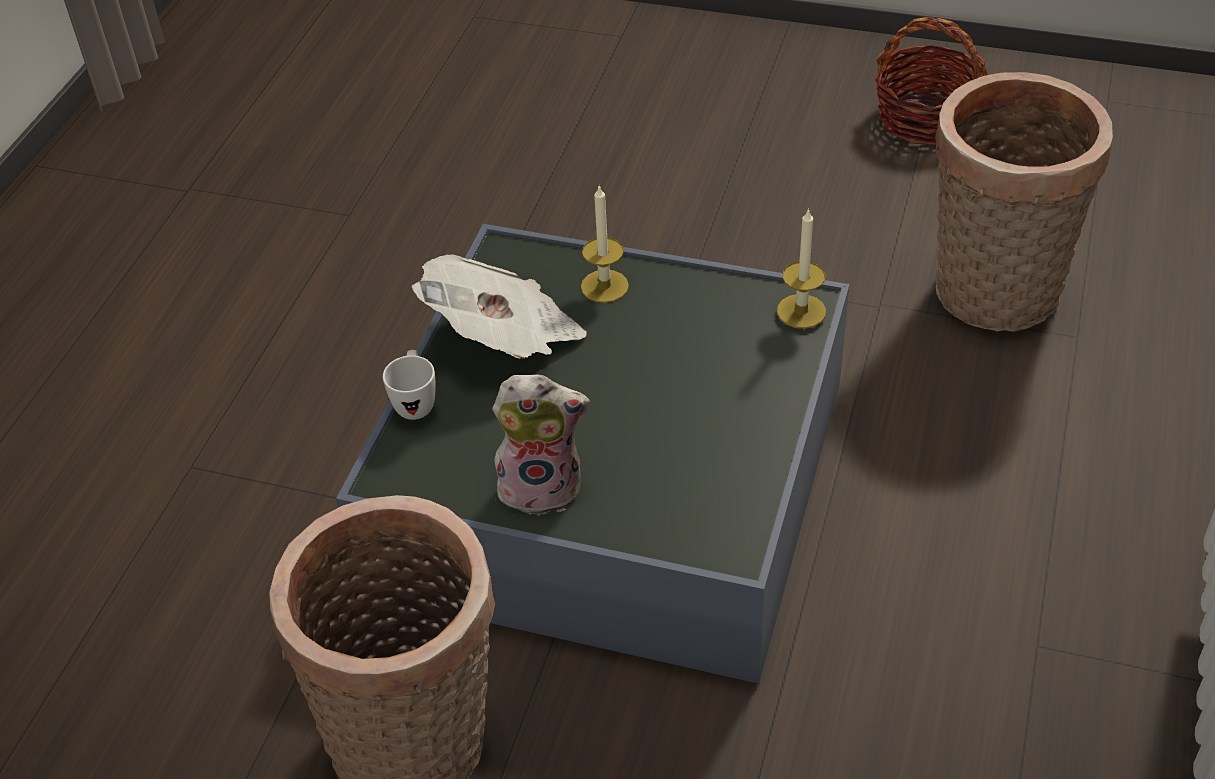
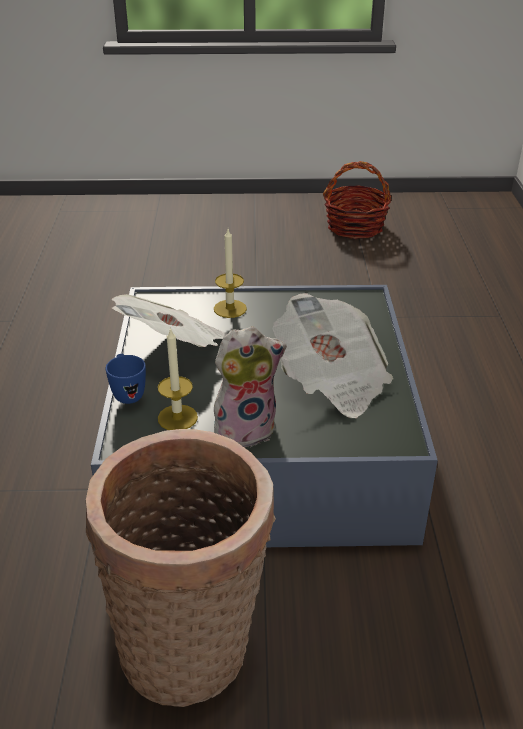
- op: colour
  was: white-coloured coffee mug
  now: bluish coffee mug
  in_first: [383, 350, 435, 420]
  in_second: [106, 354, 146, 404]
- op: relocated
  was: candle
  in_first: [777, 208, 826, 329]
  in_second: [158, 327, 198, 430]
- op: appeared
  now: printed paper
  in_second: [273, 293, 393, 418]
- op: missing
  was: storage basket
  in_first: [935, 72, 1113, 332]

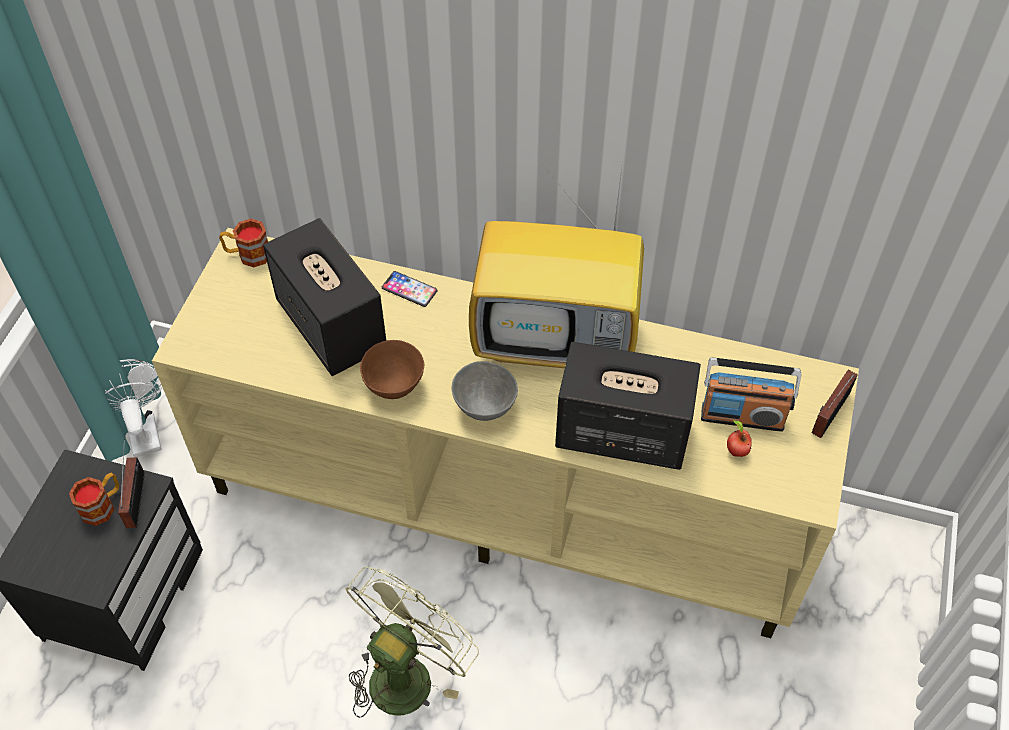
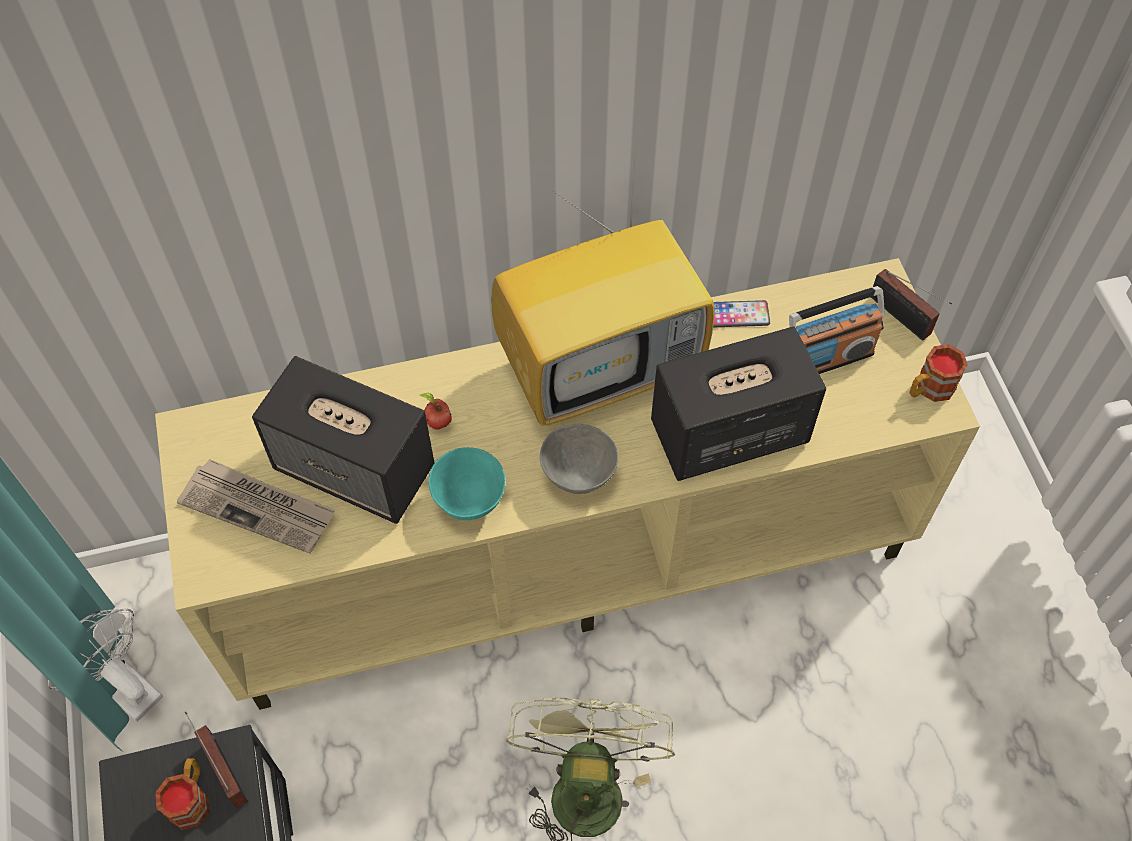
- op: appeared
  now: printed paper
  in_second: [177, 459, 335, 554]
- op: relocated
  was: apple fruit
  in_first: [727, 420, 752, 457]
  in_second: [420, 393, 452, 430]
- op: colour
  was: brown deep dish
  now: turquoise-coloured deep dish
  in_first: [360, 340, 424, 399]
  in_second: [428, 447, 505, 520]
- op: relocated
  was: phone
  in_first: [382, 271, 438, 307]
  in_second: [713, 300, 770, 327]
- op: spun
  was: radio set
  in_first: [811, 370, 858, 438]
  in_second: [871, 269, 952, 340]
  clockwise: -45
- op: relocated
  was: coffee mug
  in_first: [219, 219, 268, 267]
  in_second: [909, 344, 968, 402]

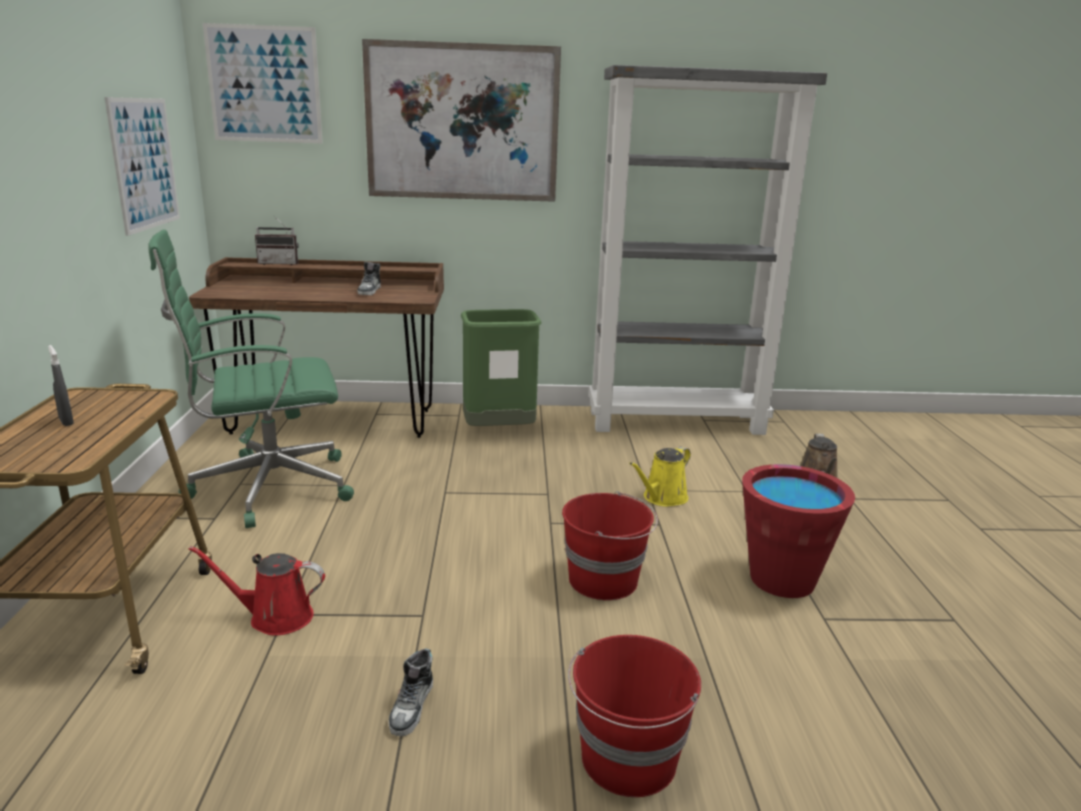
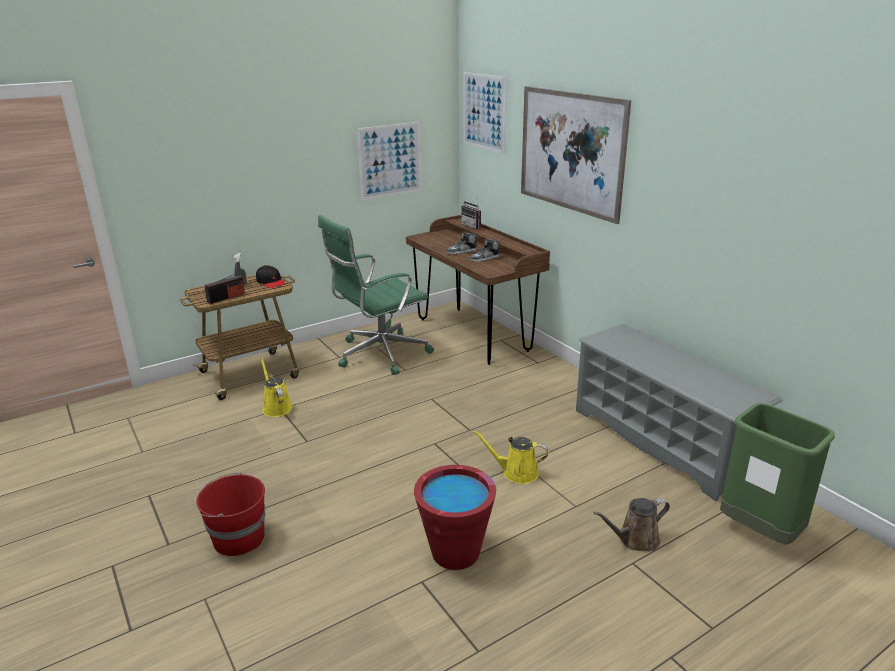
- op: appeared
  now: radio set
  in_second: [205, 273, 245, 304]
- op: appeared
  now: blackish cap
  in_second: [256, 265, 285, 288]
- op: colour
  was: red-coloured watering can
  now: yellow watering can
  in_first: [189, 546, 325, 635]
  in_second: [261, 359, 293, 417]
- op: spun
  was: greenish desk chair
  in_first: [148, 229, 354, 528]
  in_second: [318, 215, 434, 375]
  clockwise: -75
- op: relocated
  was: item of footwear
  in_first: [389, 648, 433, 736]
  in_second: [447, 233, 477, 254]
- op: exchanged
  was: gray bookshelf
  now: gray shoe shelf
  in_first: [589, 65, 827, 435]
  in_second: [576, 324, 783, 501]
- op: relocated
  was: greenish trash can
  in_first: [461, 309, 542, 426]
  in_second: [720, 403, 835, 545]
- op: missing
  was: red-coloured pail
  in_first: [562, 491, 658, 600]

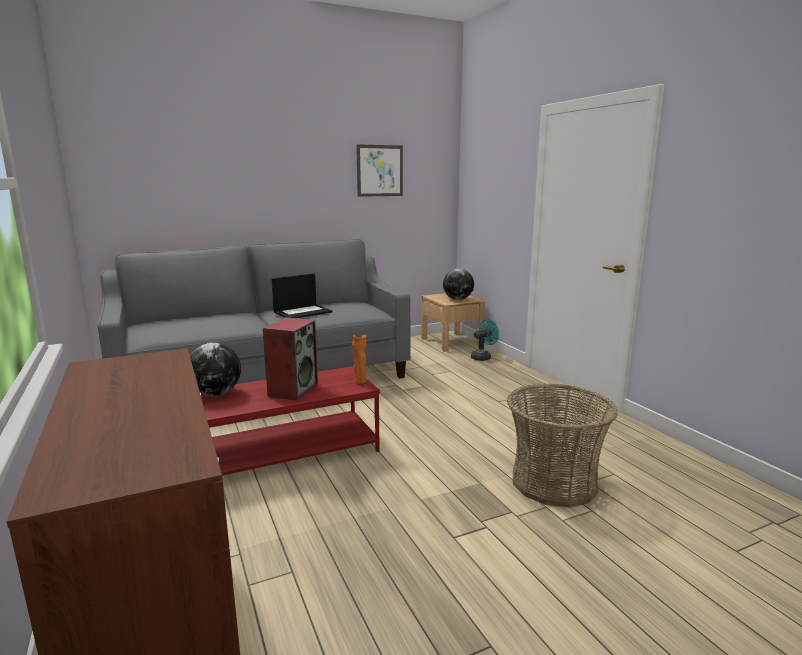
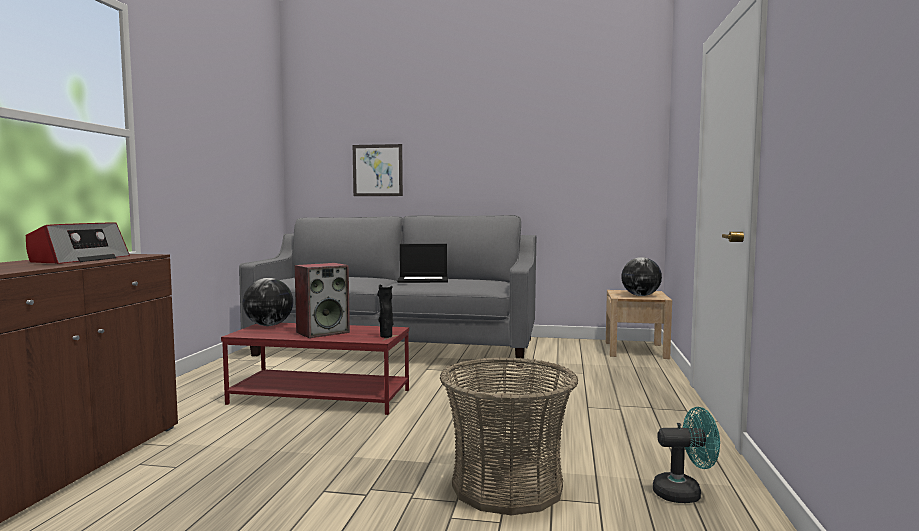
- op: appeared
  now: radio set
  in_second: [26, 223, 130, 264]
- op: relocated
  was: wall art
  in_first: [356, 144, 403, 197]
  in_second: [353, 144, 403, 196]
- op: colour
  was: orangey vase
  now: blackish vase
  in_first: [352, 335, 366, 384]
  in_second: [377, 285, 393, 338]
- op: relocated
  was: turquoise-coloured electric fan
  in_first: [471, 319, 499, 361]
  in_second: [653, 407, 720, 503]

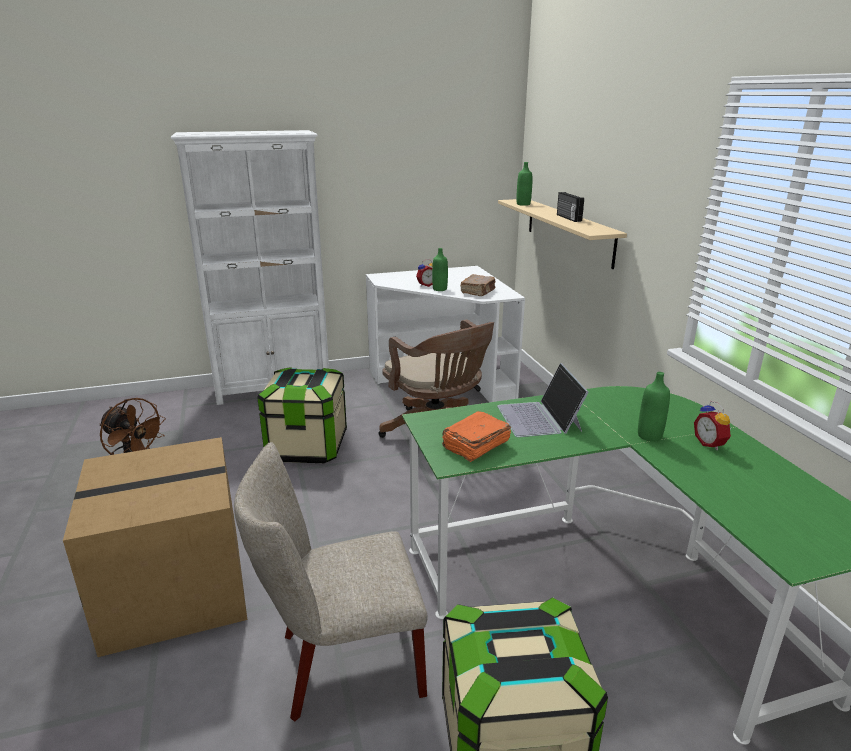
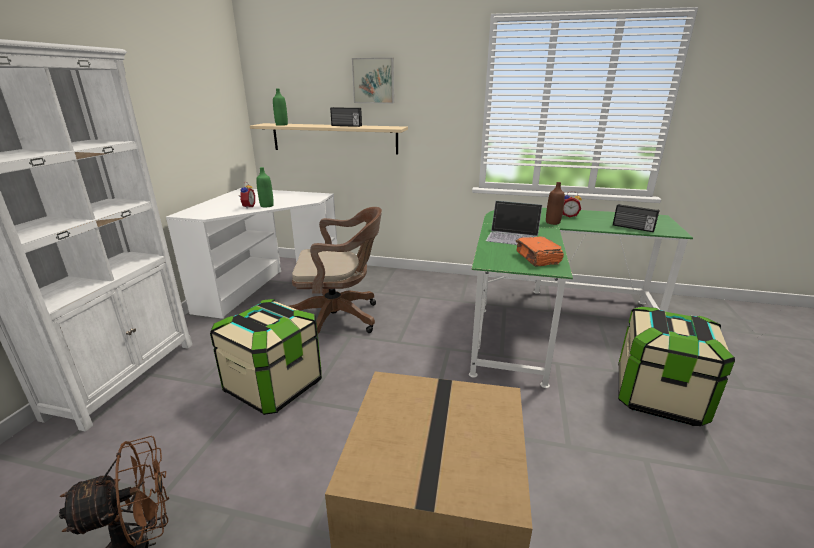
- op: appeared
  now: wall art
  in_second: [352, 58, 394, 104]
- op: colour
  was: greenish beverage bottle
  now: brown beverage bottle
  in_first: [638, 372, 670, 442]
  in_second: [546, 182, 565, 225]
- op: appeared
  now: radio set
  in_second: [613, 204, 660, 232]
- op: missing
  was: sand-coloured upright chair
  in_first: [234, 442, 428, 722]
- op: missing
  was: brown book
  in_first: [460, 274, 496, 296]

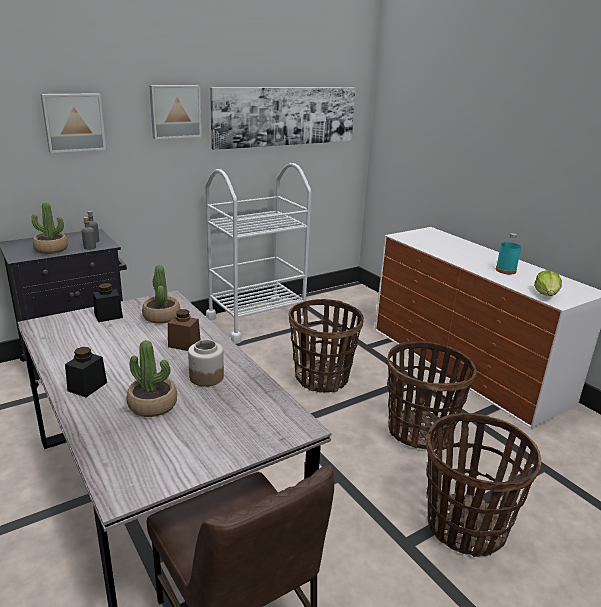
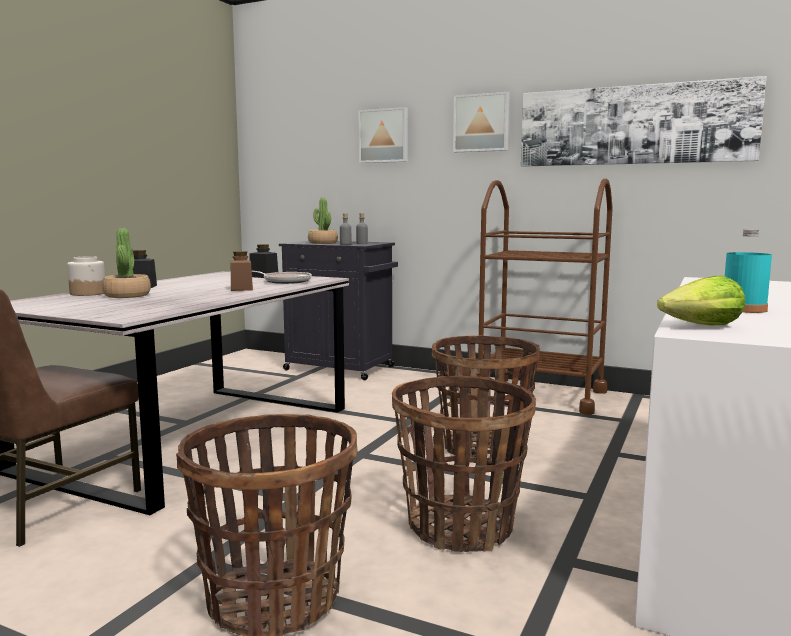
- op: relocated
  was: preserve jar
  in_first: [188, 340, 224, 386]
  in_second: [67, 256, 105, 296]
- op: exchanged
  was: plant in a pot
  now: skillet
  in_first: [142, 265, 180, 324]
  in_second: [252, 271, 312, 284]
- op: colour
  was: white-coloured trolley
  now: brown trolley
  in_first: [205, 163, 311, 344]
  in_second: [477, 178, 613, 415]

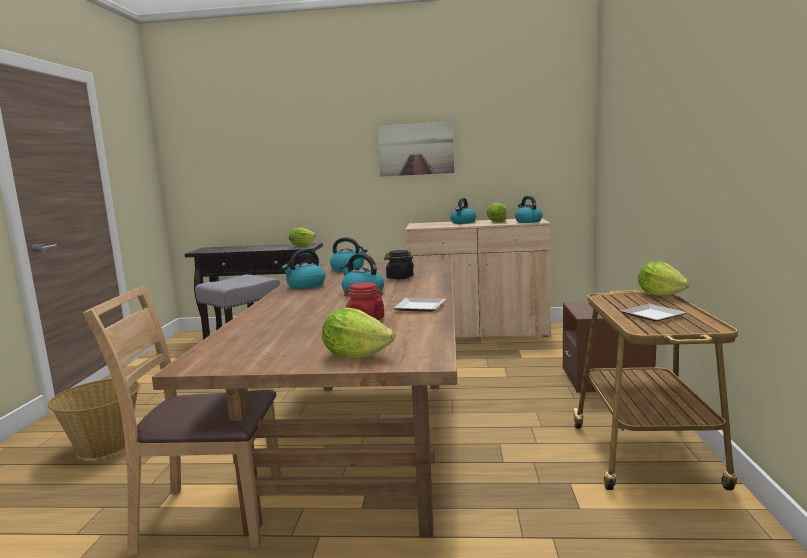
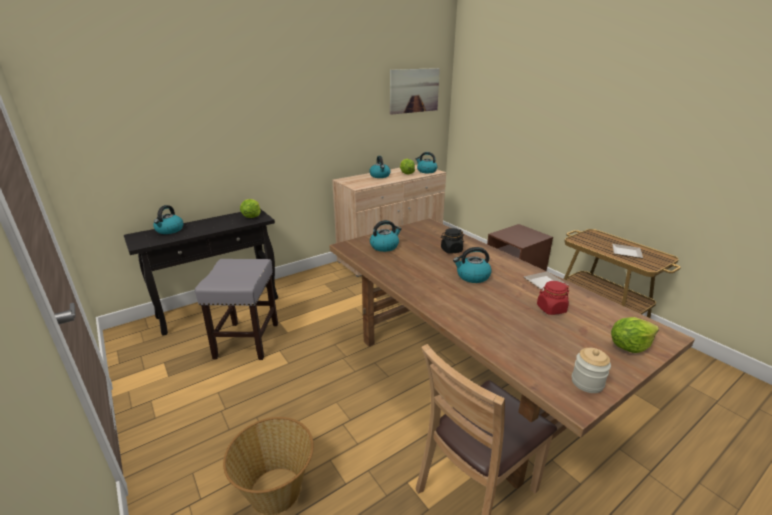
- op: relocated
  was: kettle
  in_first: [282, 249, 325, 289]
  in_second: [153, 205, 184, 234]
- op: relocated
  was: wall art
  in_first: [377, 121, 454, 177]
  in_second: [390, 68, 440, 115]
- op: appeared
  now: preserve jar
  in_second: [572, 348, 611, 393]
- op: missing
  was: lettuce head
  in_first: [638, 261, 690, 296]

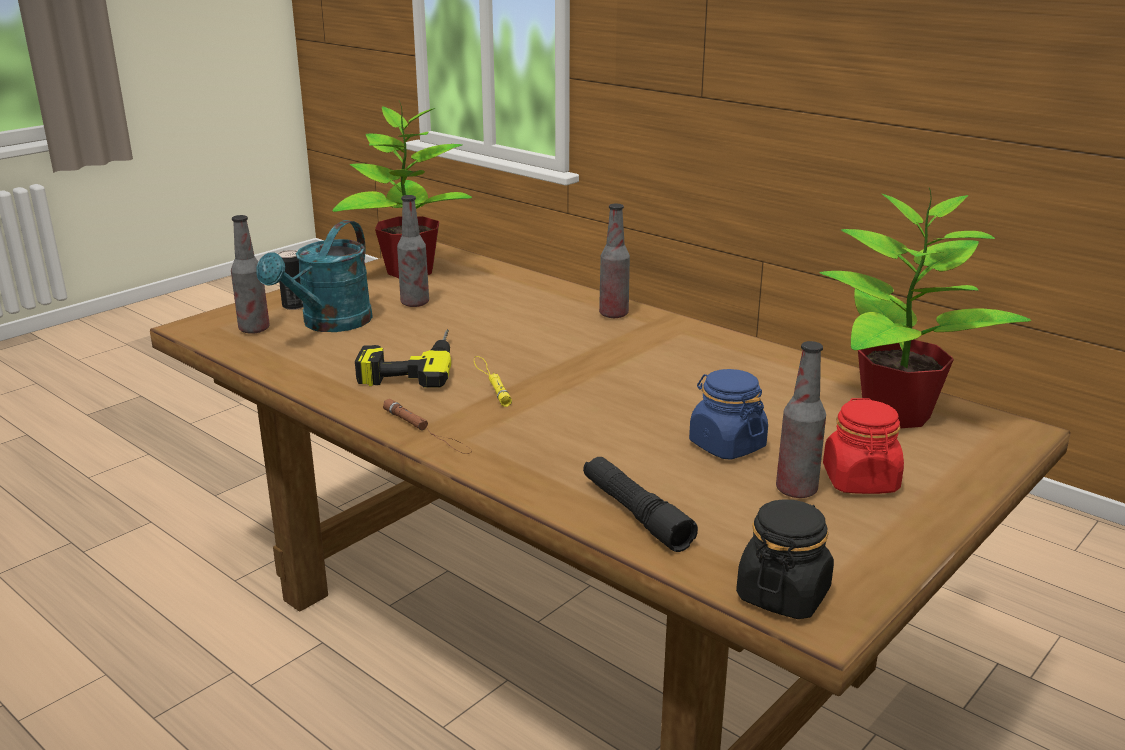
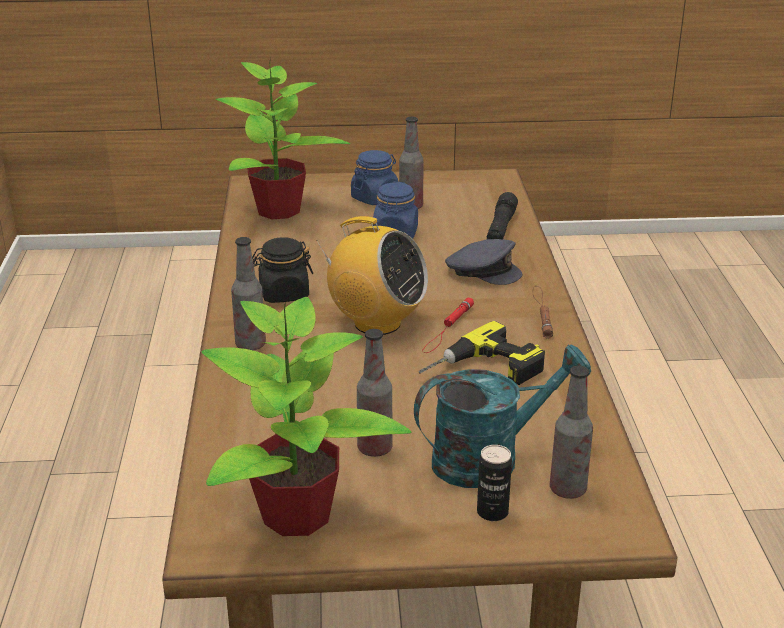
- op: relocated
  was: blackish preserve jar
  in_first: [736, 499, 834, 619]
  in_second: [252, 237, 313, 303]
- op: appeared
  now: radio set
  in_second: [316, 216, 428, 335]
- op: colour
  was: red-coloured preserve jar
  now: bluish preserve jar
  in_first: [823, 398, 904, 494]
  in_second: [351, 150, 398, 205]
- op: colour
  was: yellow flashlight
  now: red-coloured flashlight
  in_first: [474, 356, 512, 407]
  in_second: [422, 297, 474, 353]
- op: appeared
  now: gray cap
  in_second: [445, 239, 522, 285]

